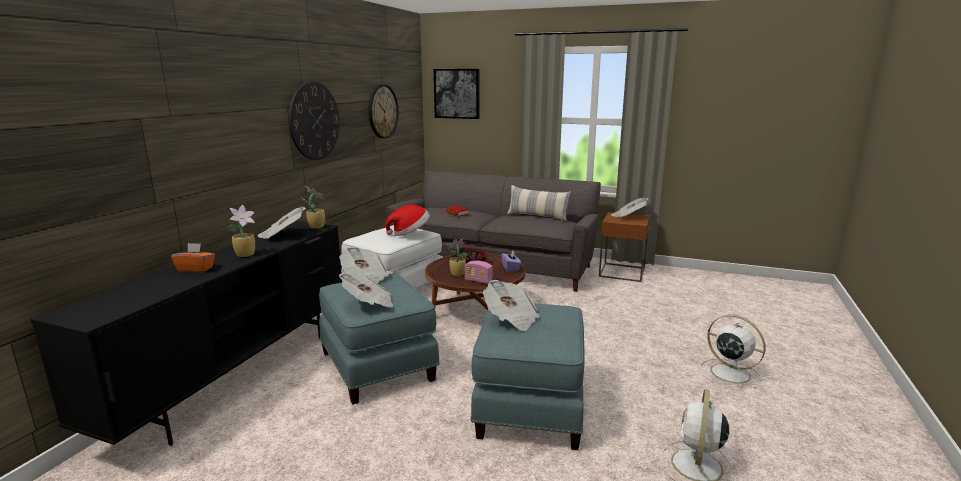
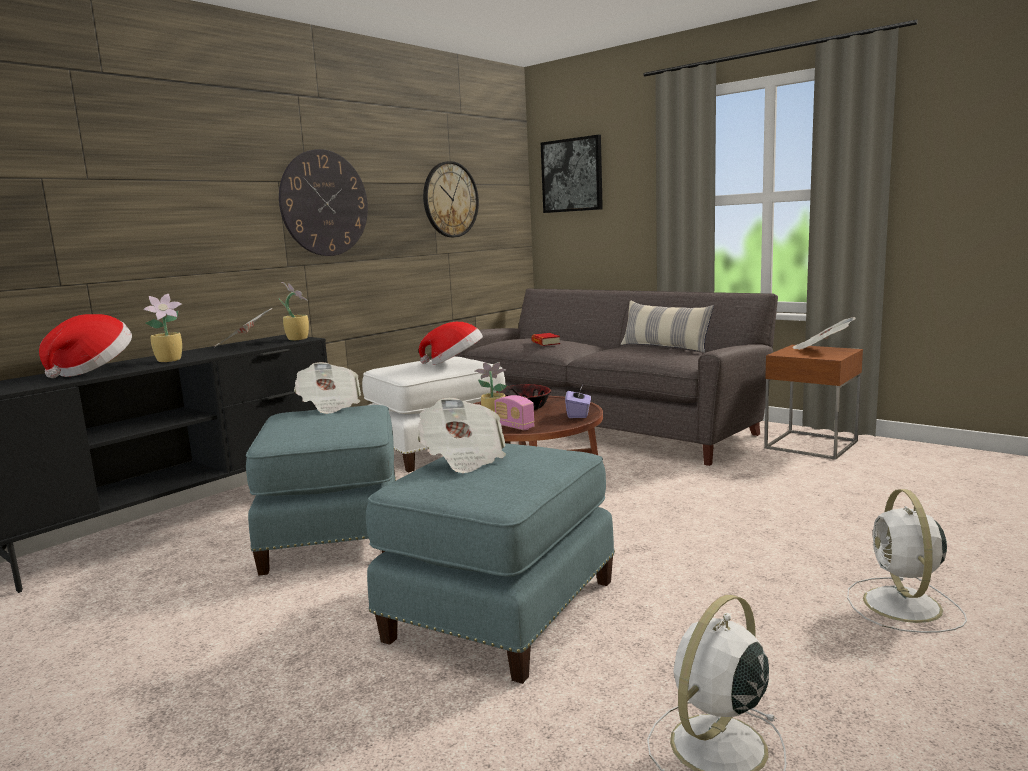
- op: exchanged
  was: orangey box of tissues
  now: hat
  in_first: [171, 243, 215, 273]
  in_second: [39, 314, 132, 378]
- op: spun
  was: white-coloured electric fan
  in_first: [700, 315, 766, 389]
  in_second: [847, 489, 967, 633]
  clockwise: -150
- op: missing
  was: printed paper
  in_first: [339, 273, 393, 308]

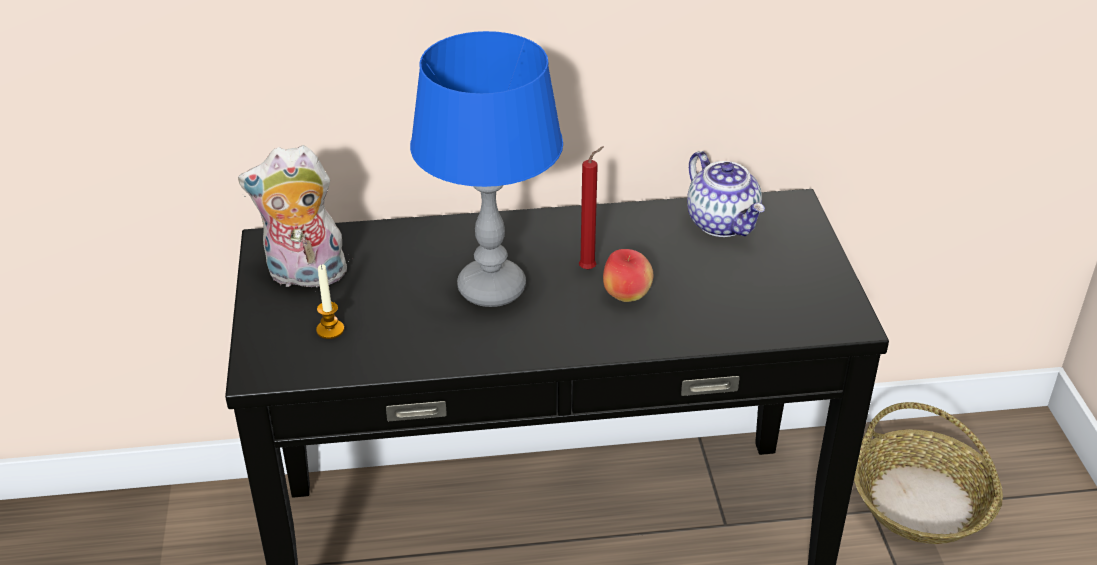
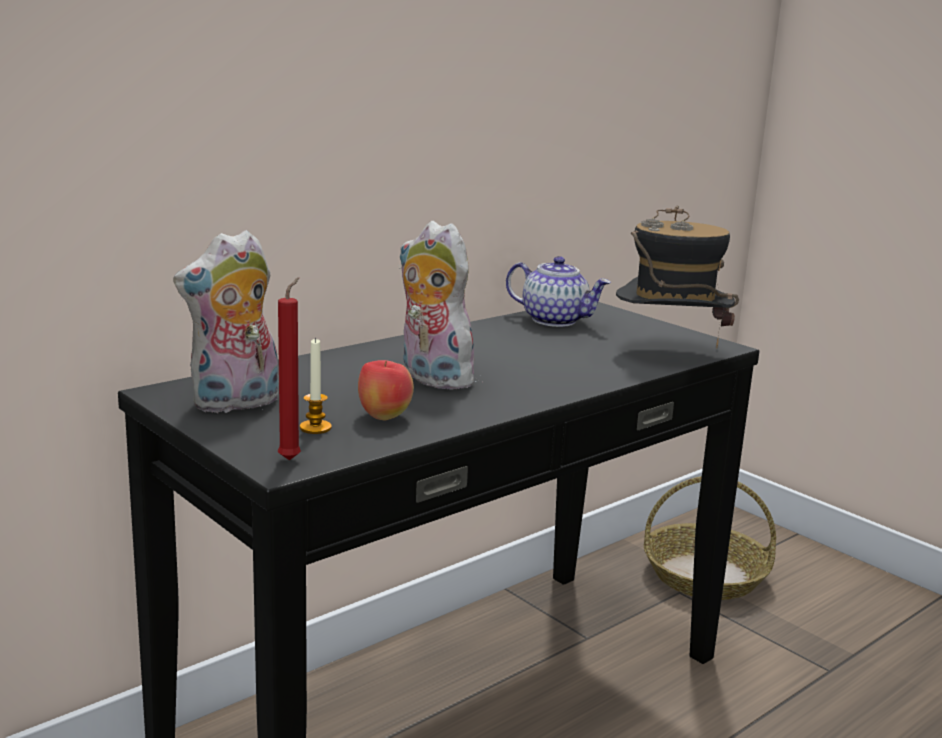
- op: relocated
  was: red-coloured candle
  in_first: [579, 146, 604, 270]
  in_second: [278, 277, 301, 460]
- op: relocated
  was: apple fruit
  in_first: [603, 249, 653, 302]
  in_second: [358, 360, 414, 420]
- op: exchanged
  was: bluish lamp for a table
  now: soft toy
  in_first: [410, 31, 563, 307]
  in_second: [398, 221, 481, 390]
- op: appeared
  now: hat
  in_second: [616, 205, 739, 349]

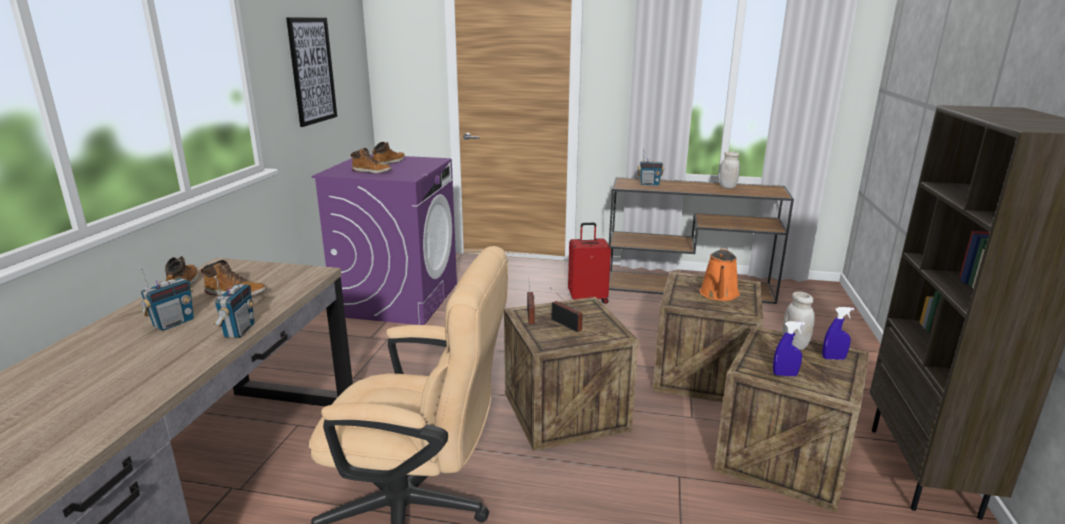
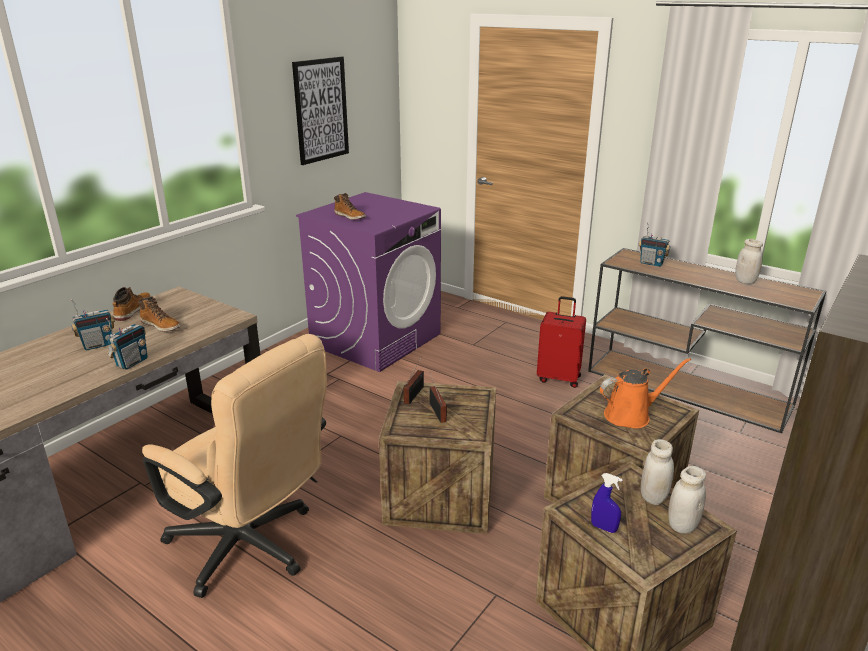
- op: spun
  was: orangey watering can
  in_first: [700, 248, 740, 301]
  in_second: [600, 358, 691, 428]
  clockwise: -150
- op: exchanged
  was: bluish hand sprayer
  now: white-coloured preserve jar
  in_first: [822, 307, 854, 360]
  in_second: [669, 466, 706, 534]
- op: missing
  was: high-top boot
  in_first: [372, 142, 405, 165]

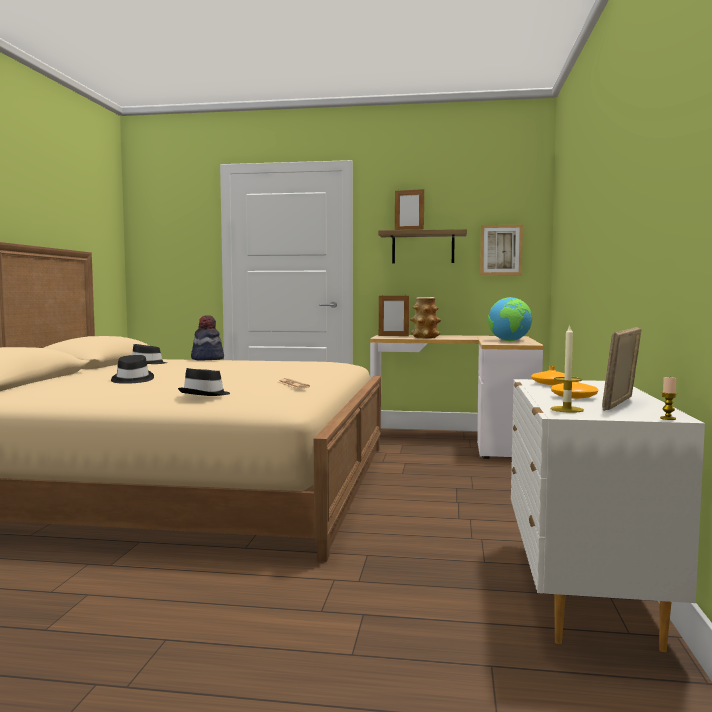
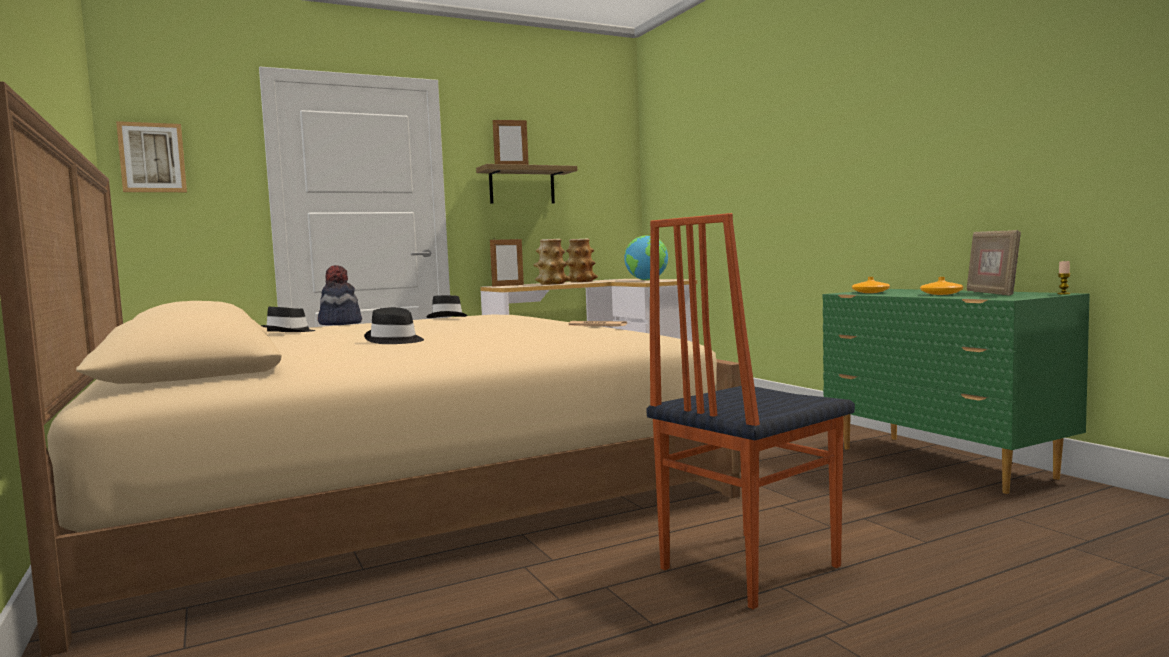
- op: relocated
  was: wall art
  in_first: [480, 225, 523, 275]
  in_second: [116, 121, 187, 192]
- op: relocated
  was: blackish hat
  in_first: [178, 368, 230, 396]
  in_second: [427, 295, 468, 318]
- op: appeared
  now: vase
  in_second: [565, 239, 598, 282]
- op: appeared
  now: upright chair
  in_second: [646, 213, 855, 609]
- op: colour
  was: white-coloured chest of drawers
  now: greenish chest of drawers
  in_first: [511, 379, 705, 652]
  in_second: [823, 289, 1090, 494]
- op: missing
  was: candle
  in_first: [551, 324, 584, 413]

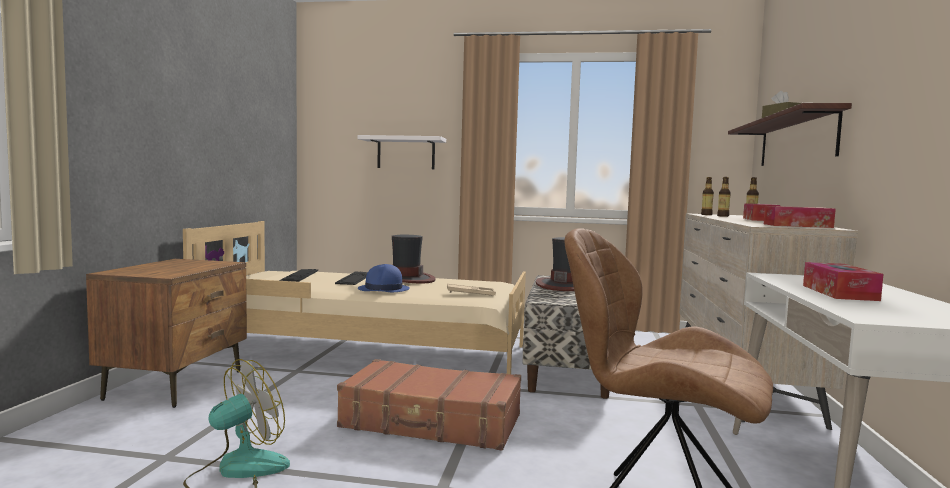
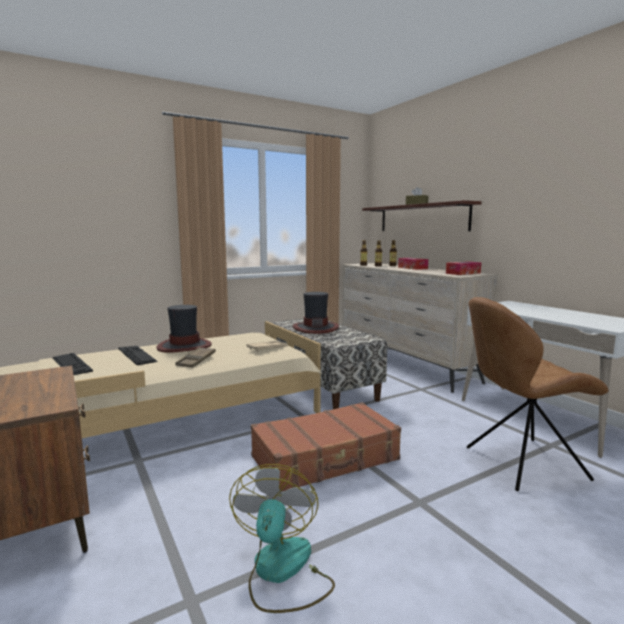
- op: exchanged
  was: bluish hat
  now: brown tray
  in_first: [358, 264, 410, 292]
  in_second: [175, 347, 216, 368]
- op: missing
  was: white-coloured wall shelf
  in_first: [357, 135, 446, 169]
- op: missing
  was: box of tissues
  in_first: [803, 262, 884, 301]

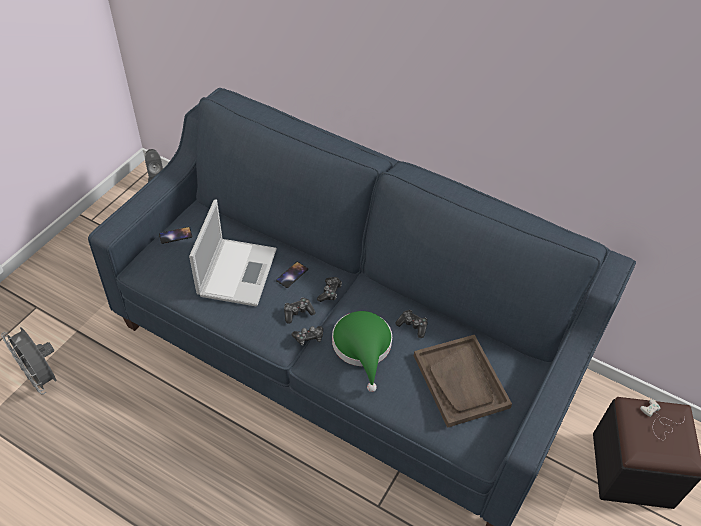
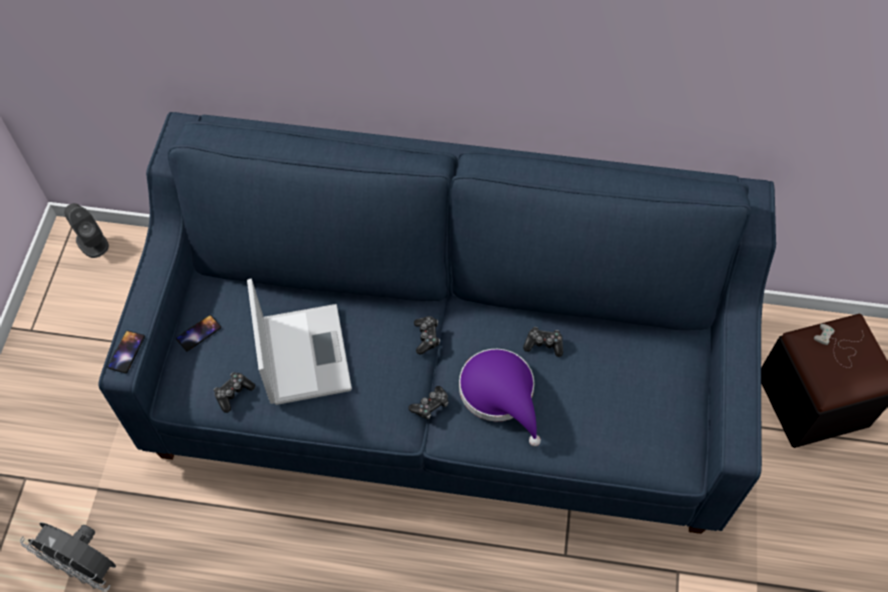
- op: relocated
  was: phone
  in_first: [276, 262, 308, 288]
  in_second: [108, 330, 145, 373]
- op: relocated
  was: gamepad
  in_first: [284, 297, 315, 324]
  in_second: [214, 372, 255, 413]
- op: colour
  was: greenish hat
  now: purple-coloured hat
  in_first: [332, 311, 392, 392]
  in_second: [459, 349, 541, 446]
- op: missing
  was: brown tray
  in_first: [414, 335, 512, 428]

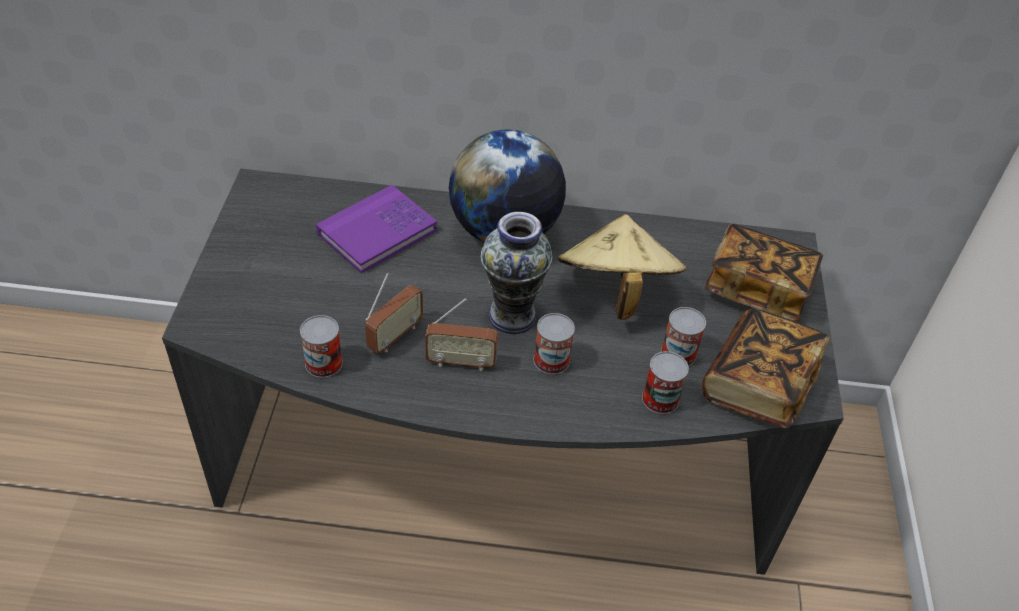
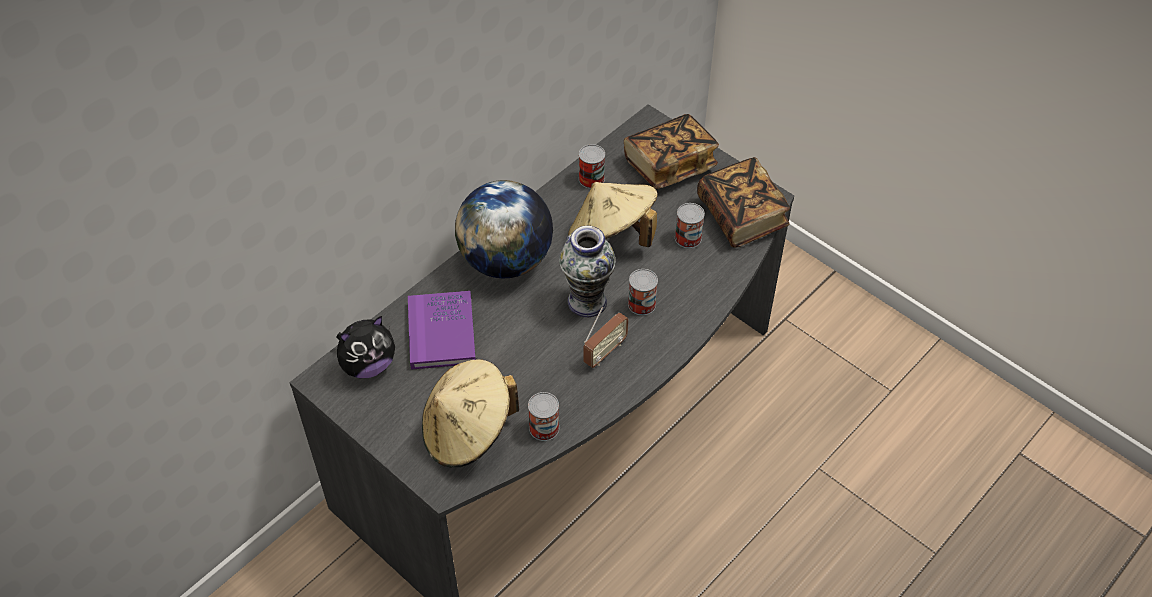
- op: appeared
  now: soft toy
  in_second: [336, 316, 395, 378]
- op: appeared
  now: sand-coloured hat
  in_second: [422, 360, 519, 468]
- op: relocated
  was: sealed can
  in_first: [642, 351, 689, 414]
  in_second: [579, 144, 605, 189]
- op: missing
  was: radio set
  in_first: [365, 273, 423, 354]

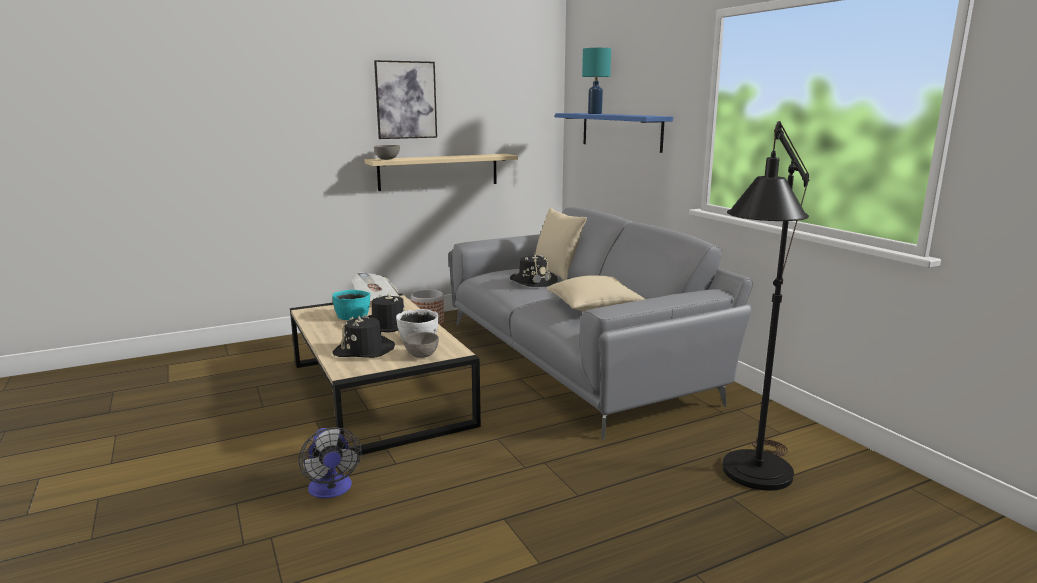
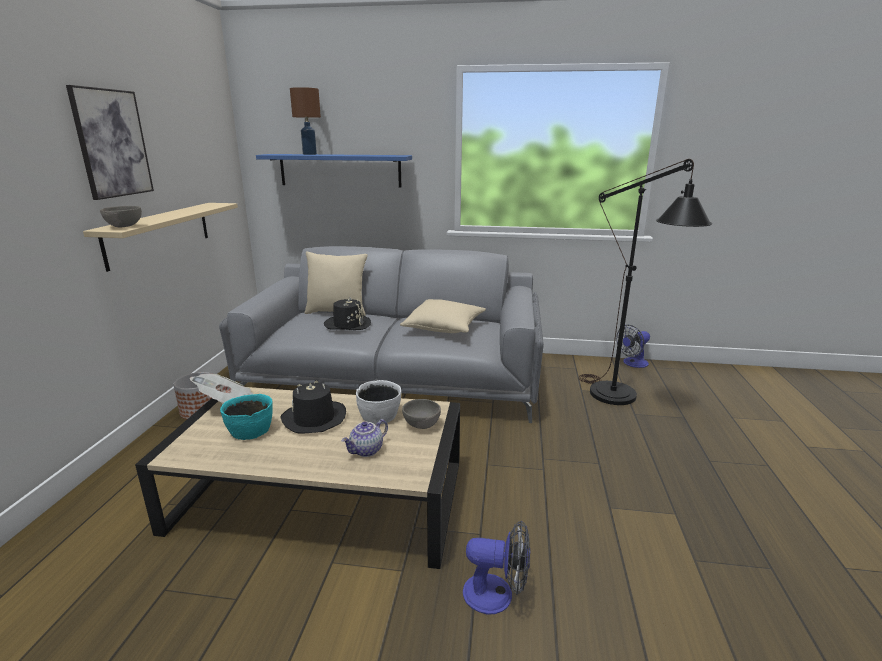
- op: colour
  was: turquoise-coloured lamp for a table
  now: brown lamp for a table
  in_first: [582, 48, 611, 114]
  in_second: [290, 87, 321, 155]
- op: exchanged
  was: blackish hat
  now: pot for tea
  in_first: [333, 315, 395, 358]
  in_second: [341, 419, 388, 457]
- op: appeared
  now: electric fan
  in_second: [616, 325, 650, 368]

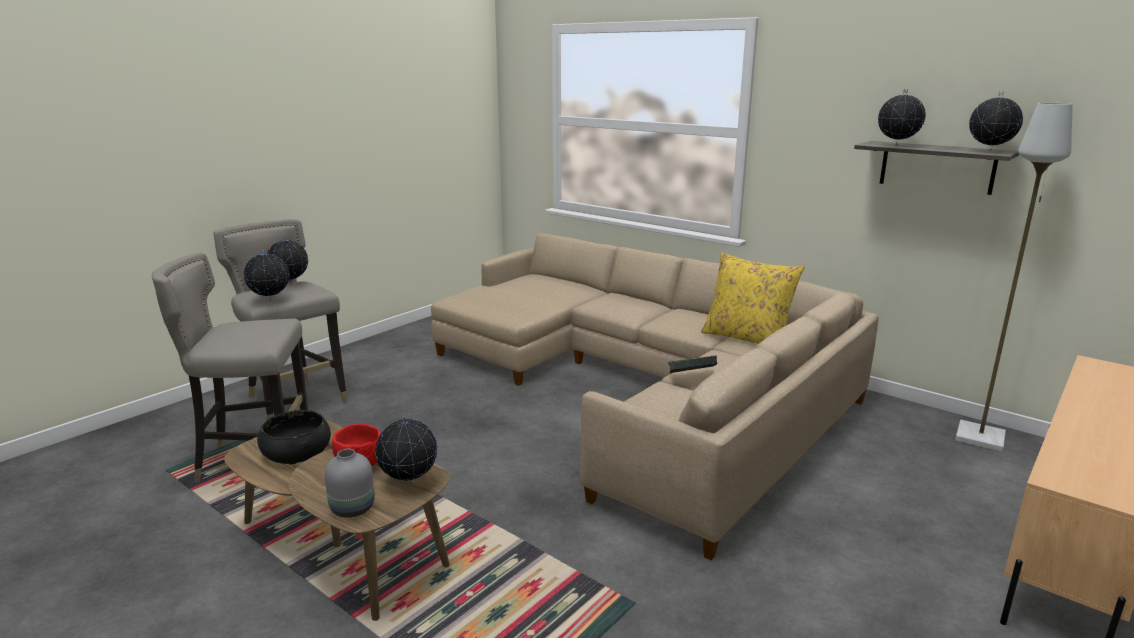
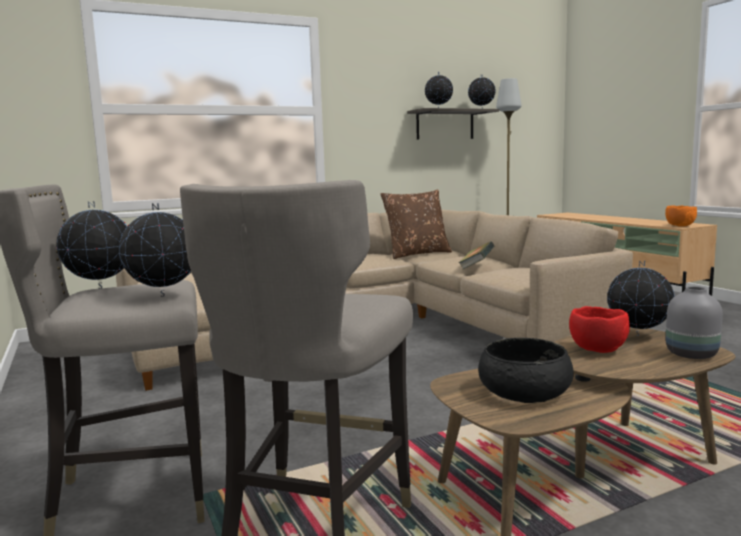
- op: colour
  was: yellow cushion
  now: brown cushion
  in_first: [701, 252, 805, 344]
  in_second: [380, 189, 452, 259]
- op: appeared
  now: orangey deep dish
  in_second: [665, 205, 697, 227]

